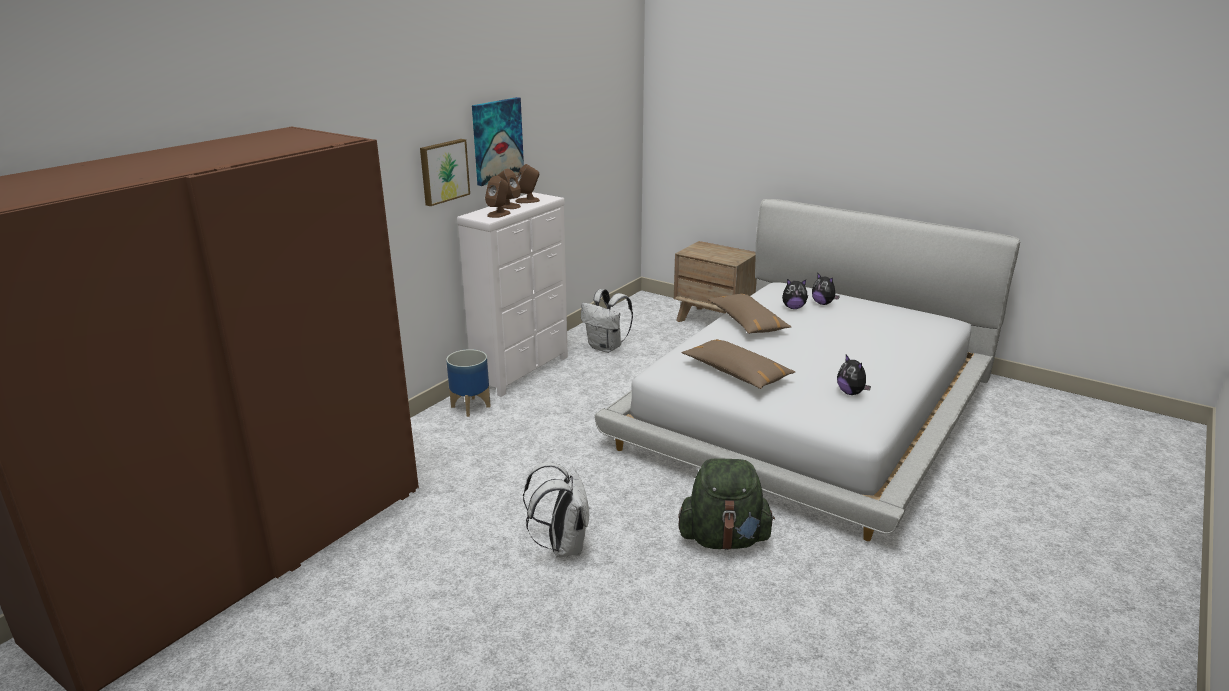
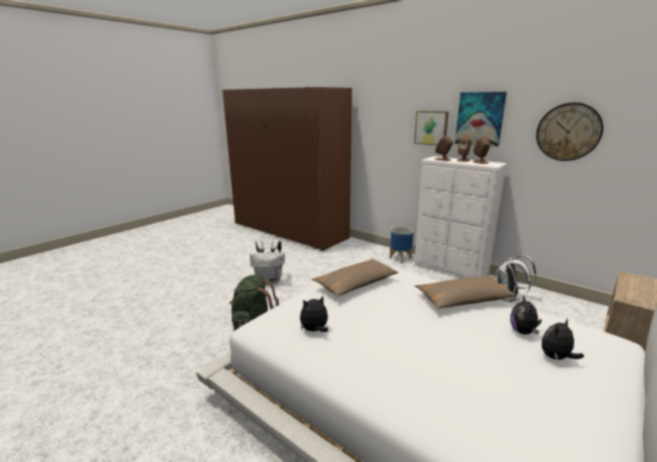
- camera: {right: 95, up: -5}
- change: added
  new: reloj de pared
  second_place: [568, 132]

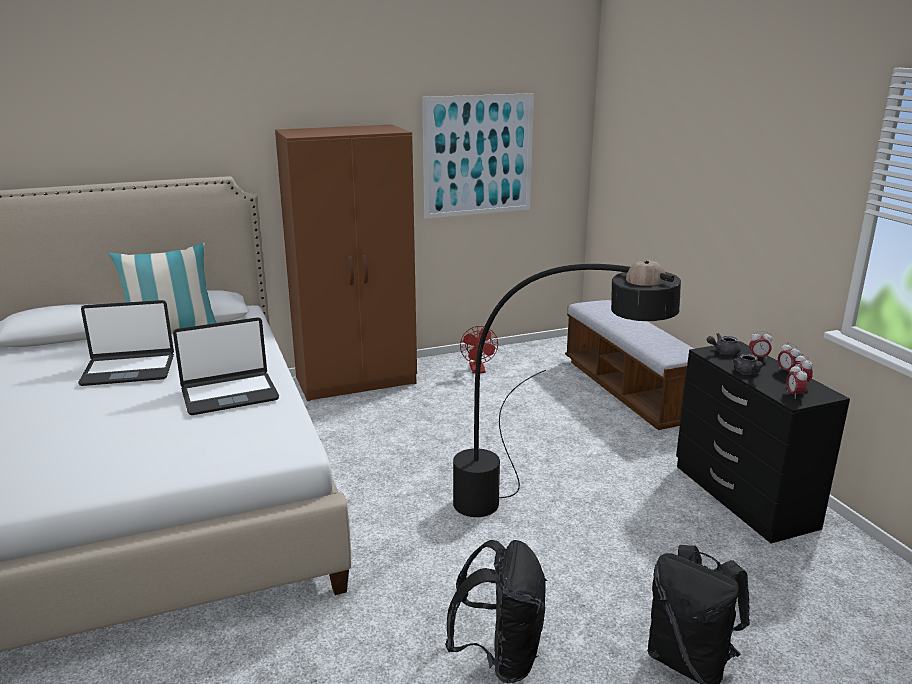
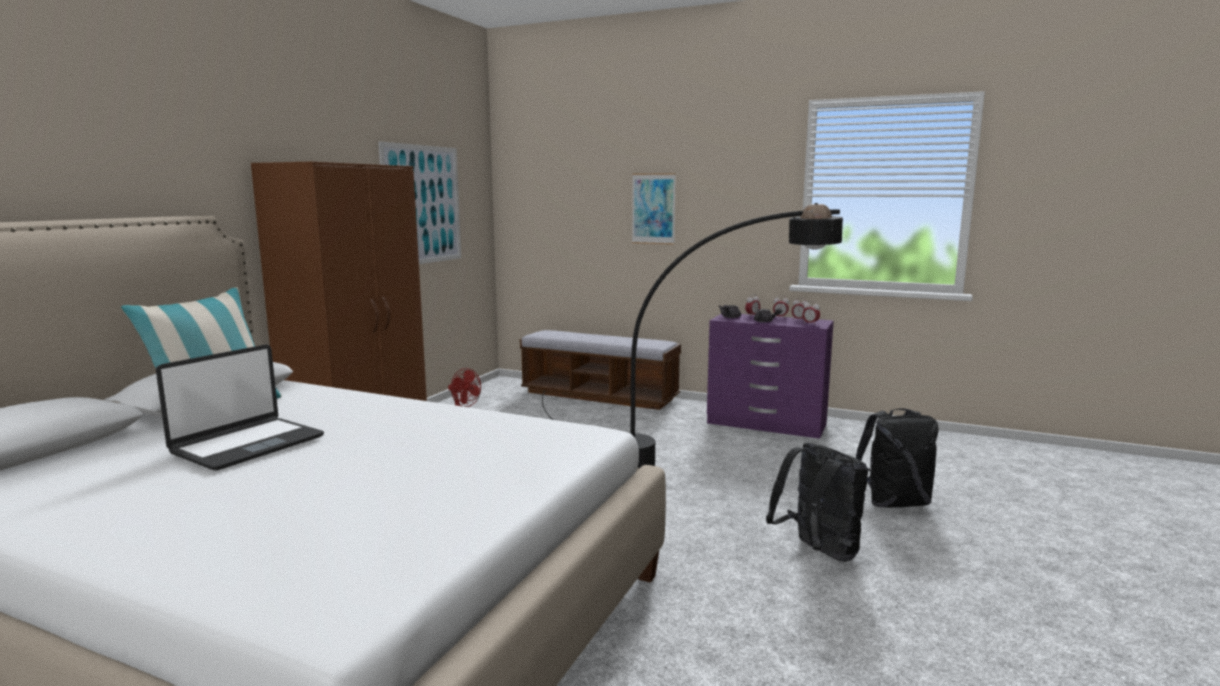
- camera: {right: -45, up: -10}
- change: added
  new: cuadro
  second_place: [653, 208]
- change: recoloured
  old: cómoda [negro]
  new: cómoda [morado]
  first_place: [743, 497]
  second_place: [766, 424]
- change: removed
  old: portátil
  first_place: [229, 394]

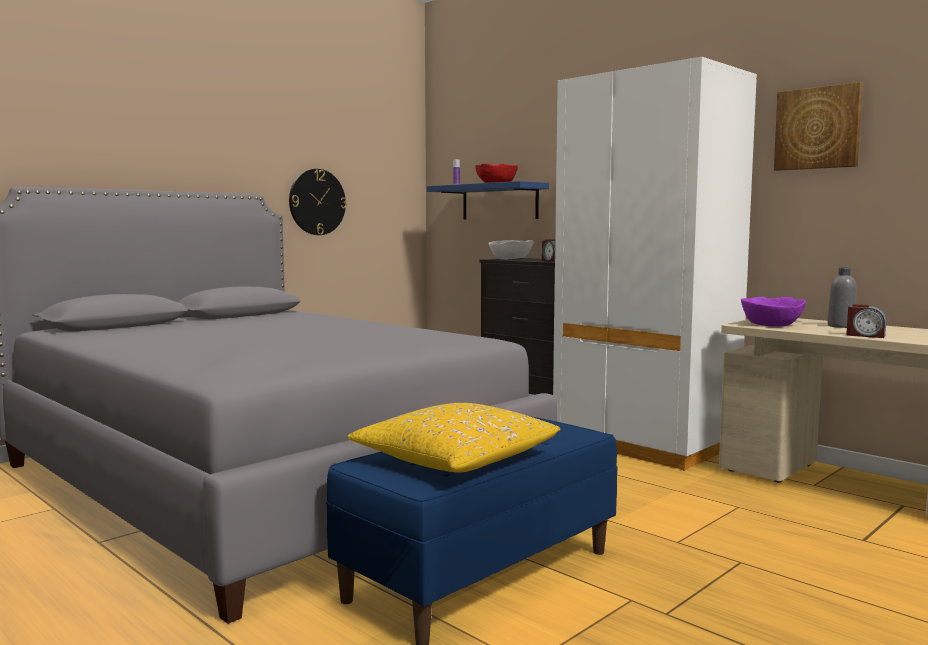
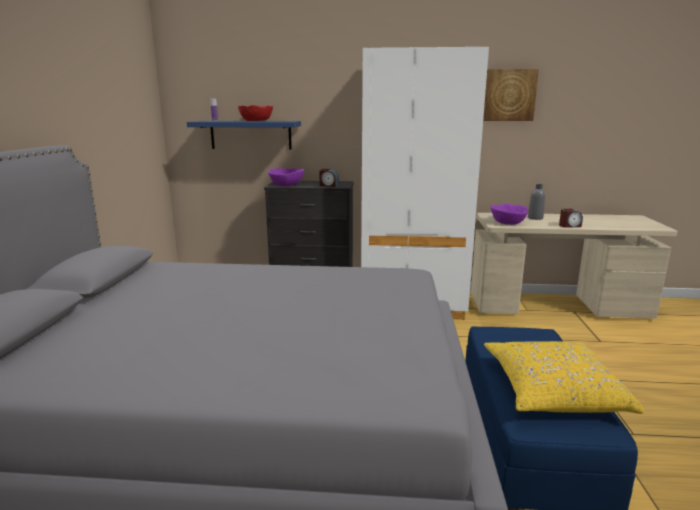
- camera: {right: -40, up: 10}
- change: recoloured
  old: cuenco [blanco]
  new: cuenco [morado]
  first_place: [510, 259]
  second_place: [286, 184]
- change: removed
  old: reloj de pared
  first_place: [317, 202]

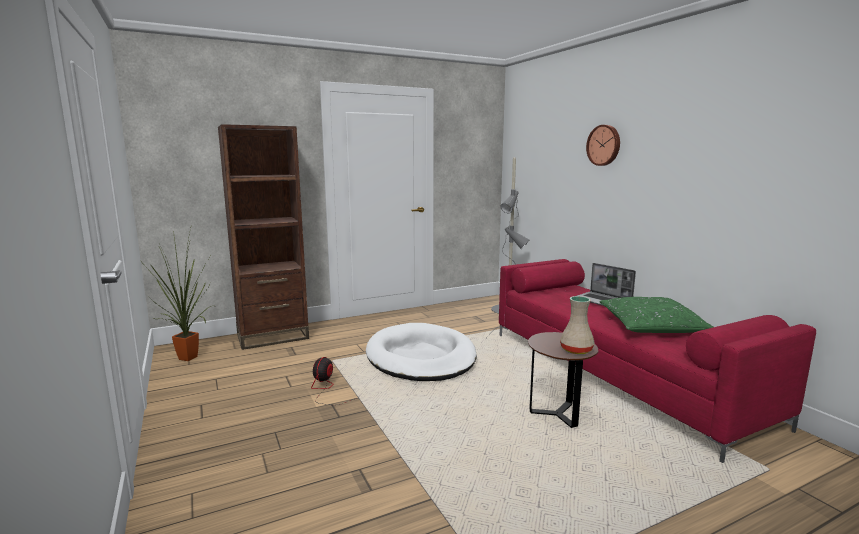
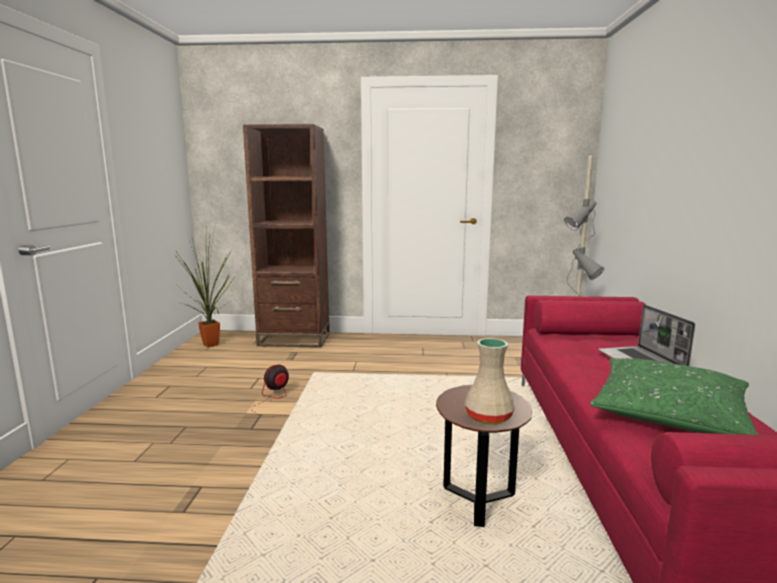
- camera: {right: 30, up: 0}
- change: removed
  old: cama para perro [blanco]
  first_place: [421, 357]
- change: removed
  old: reloj de pared
  first_place: [604, 145]

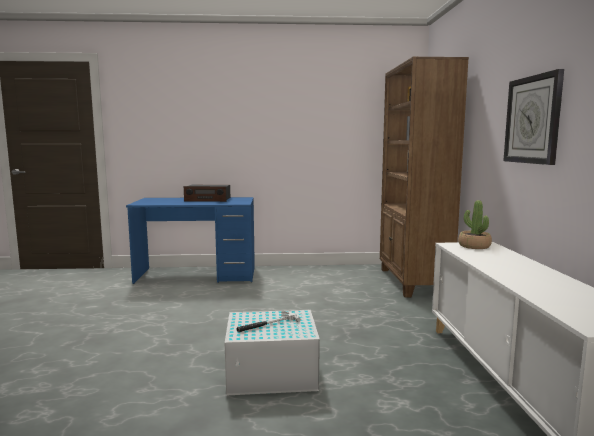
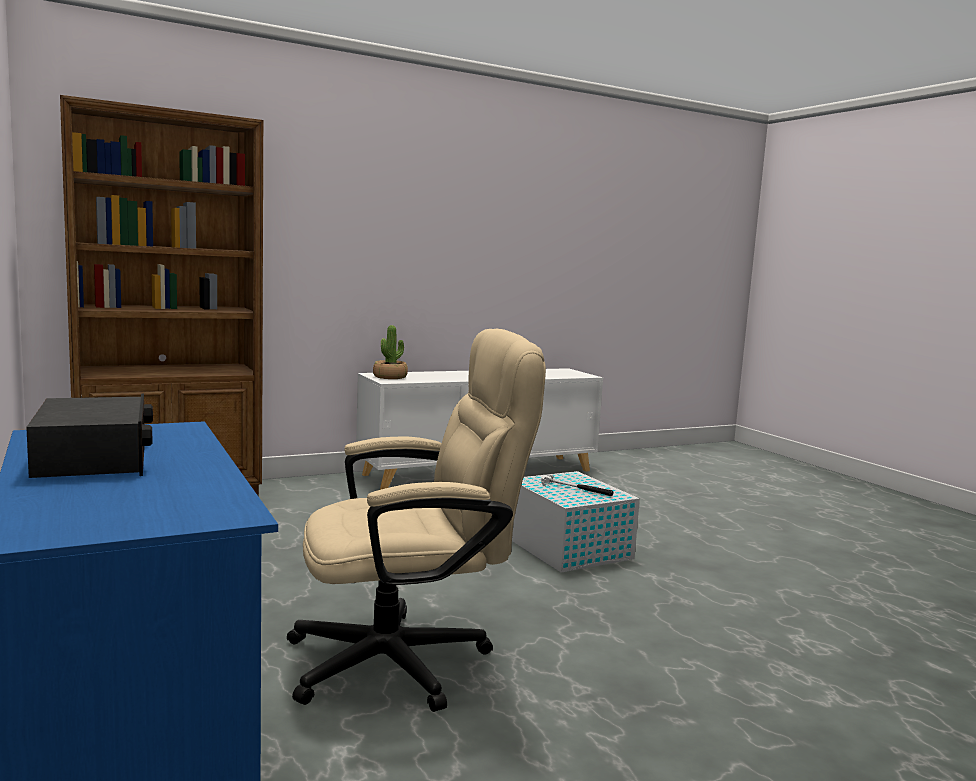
- camera: {right: -115, up: 0}
- change: added
  new: silla de oficina [beis]
  second_place: [409, 660]
- change: removed
  old: reloj de pared
  first_place: [533, 120]

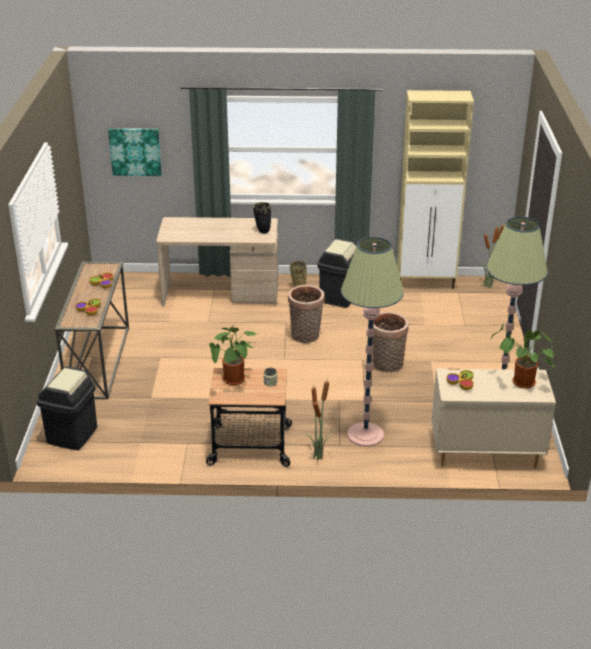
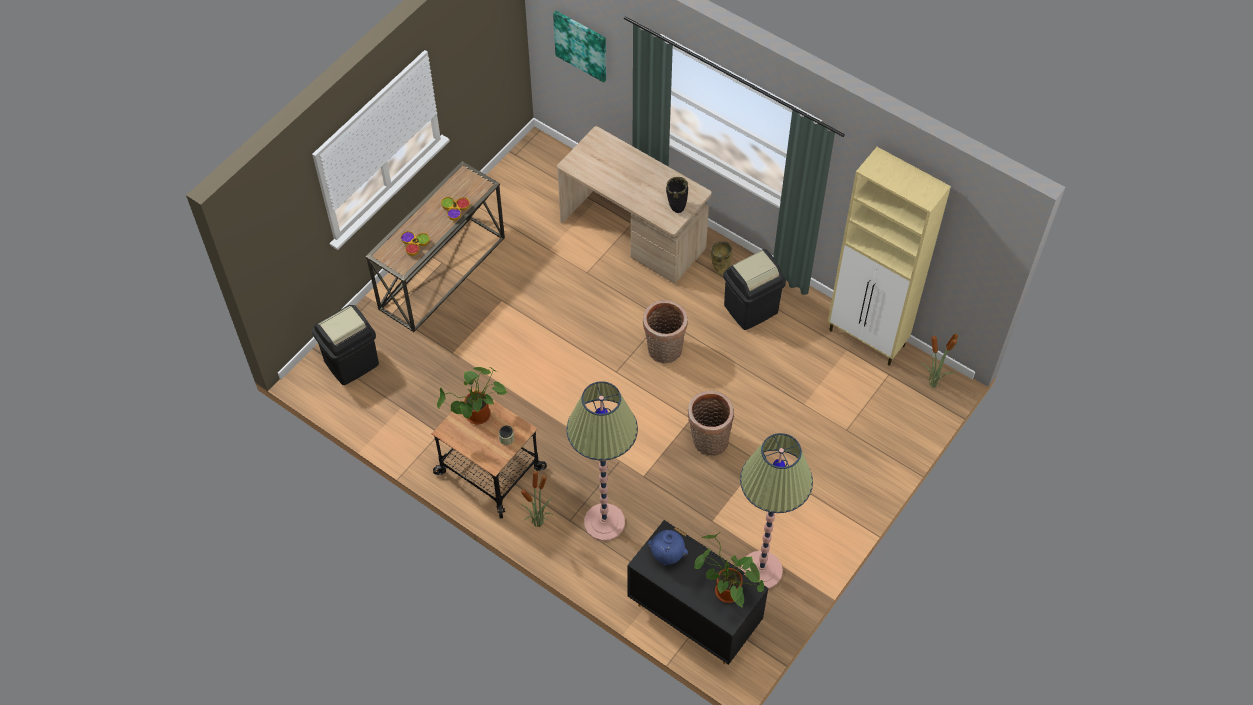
- camera: {right: 35, up: 25}
- change: recoloured
  old: cómoda [beis]
  new: cómoda [negro]
  first_place: [484, 454]
  second_place: [693, 616]
- change: replaced
  old: cuenco
  new: florero [azul]
  first_place: [461, 383]
  second_place: [667, 555]

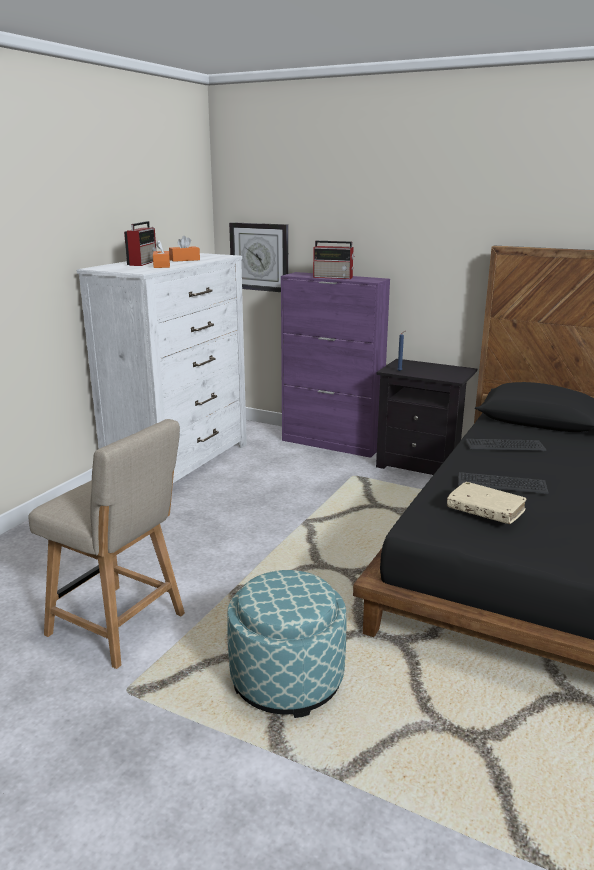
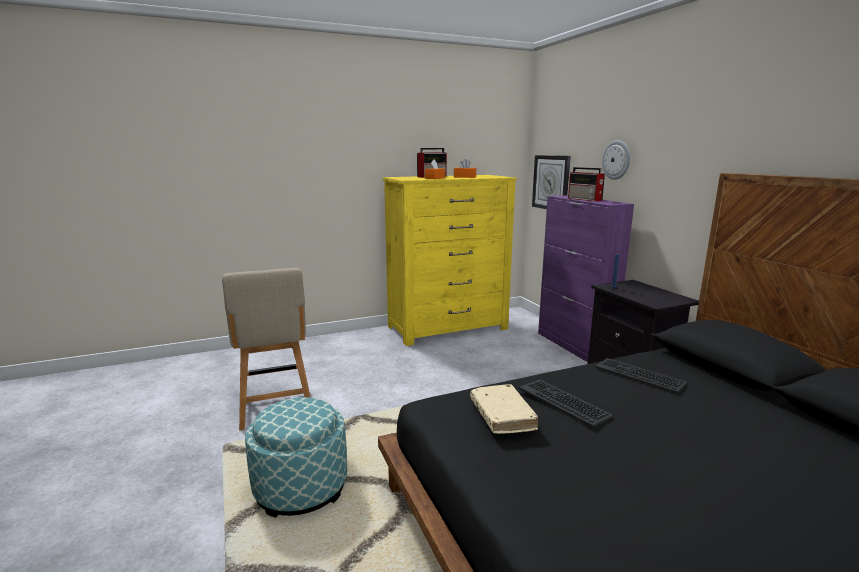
- camera: {right: 40, up: -5}
- change: recoloured
  old: cómoda [blanco]
  new: cómoda [amarillo]
  first_place: [180, 462]
  second_place: [448, 328]
- change: added
  new: reloj de pared
  second_place: [616, 160]

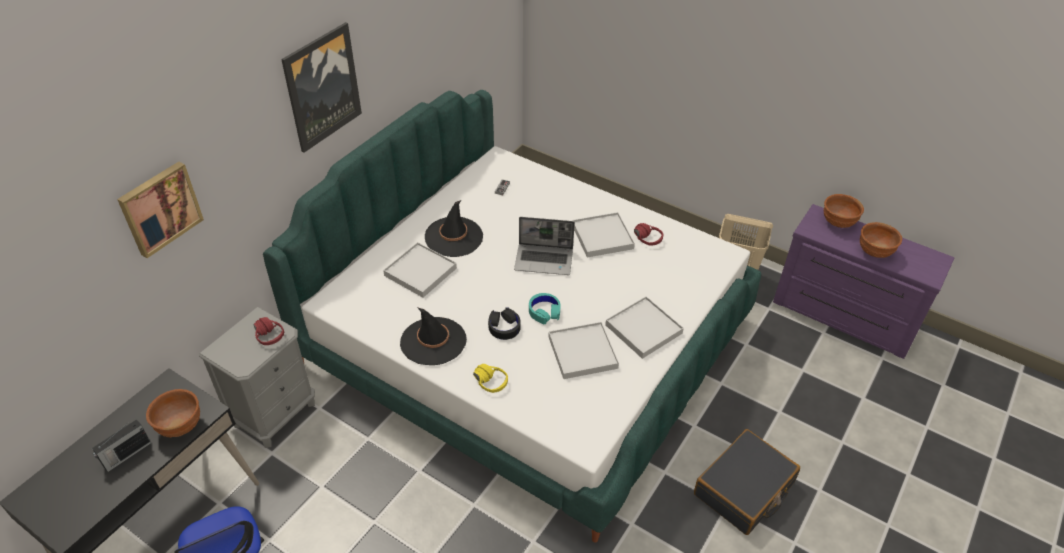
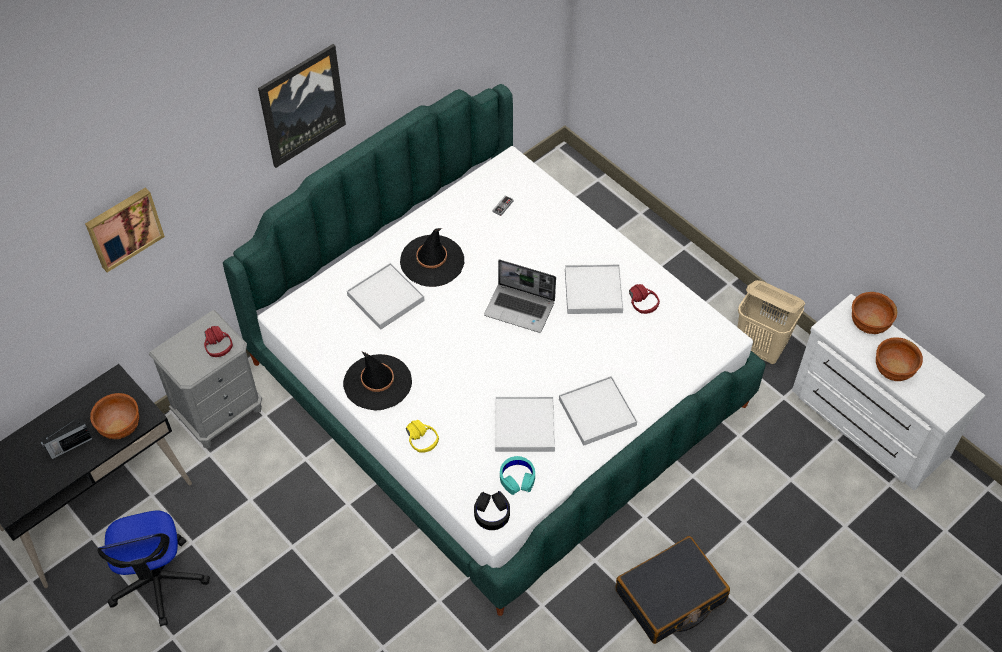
- camera: {right: 15, up: 10}
- change: moved
  old: auriculares [negro]
  first_place: [504, 327]
  second_place: [492, 513]
- change: moved
  old: auriculares [turquesa]
  first_place: [544, 311]
  second_place: [517, 478]
- change: recoloured
  old: cómoda [morado]
  new: cómoda [blanco]
  first_place: [843, 316]
  second_place: [867, 424]

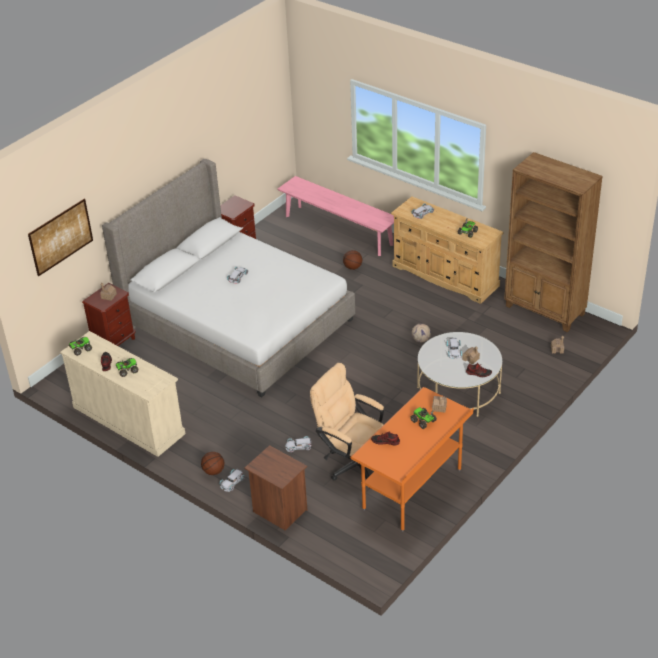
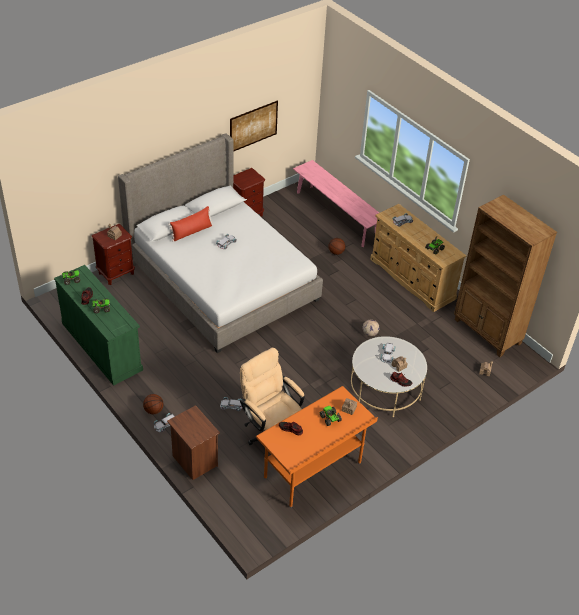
- camera: {right: 10, up: 5}
- change: recoloured
  old: cómoda [beis]
  new: cómoda [verde]
  first_place: [128, 420]
  second_place: [101, 346]
- change: added
  new: cojín [rojo]
  second_place: [192, 232]
- change: moved
  old: cuadro
  first_place: [61, 237]
  second_place: [253, 126]

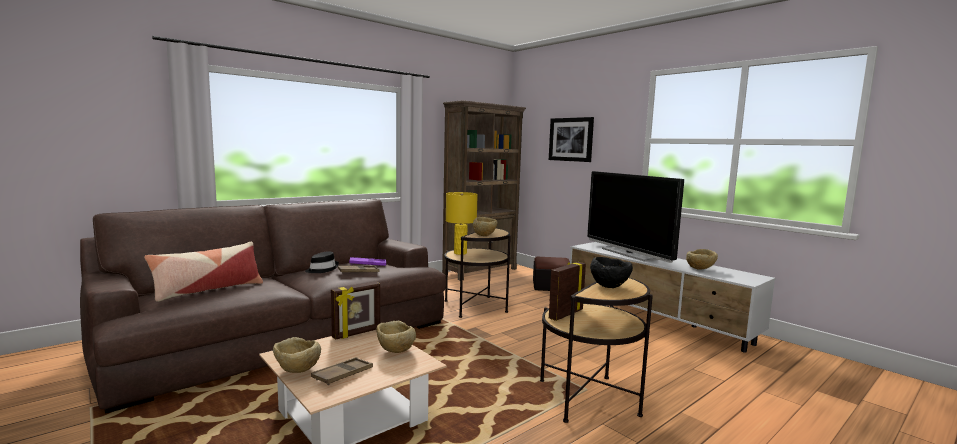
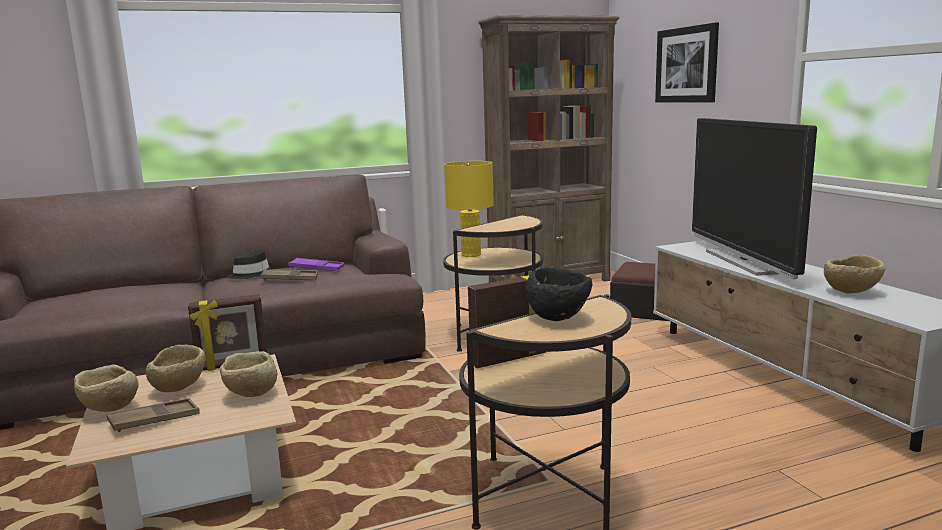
- camera: {right: 20, up: 5}
- change: moved
  old: cuenco [beis]
  first_place: [485, 235]
  second_place: [179, 389]
- change: removed
  old: cojín
  first_place: [208, 290]

